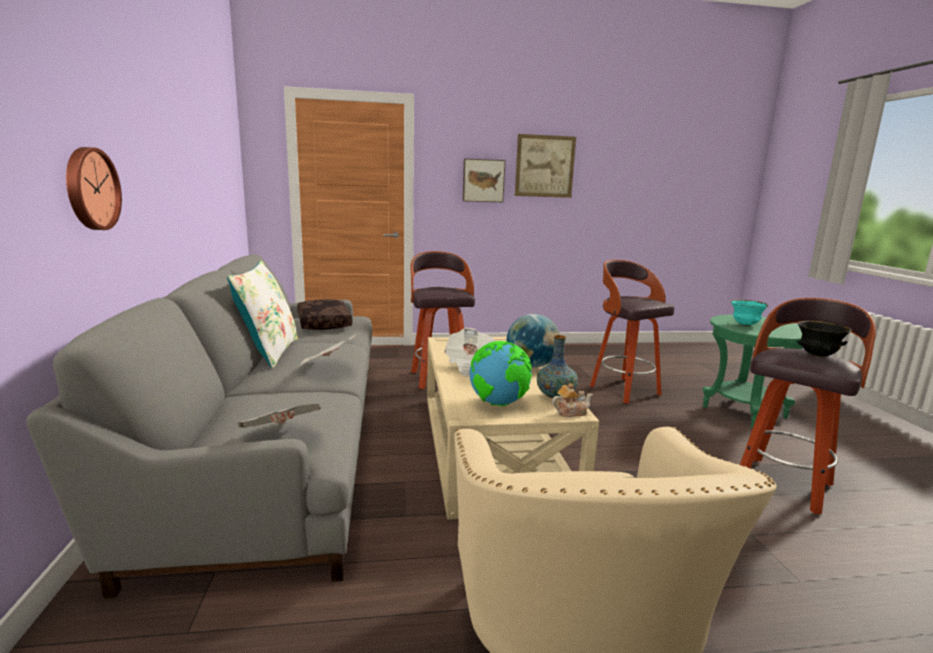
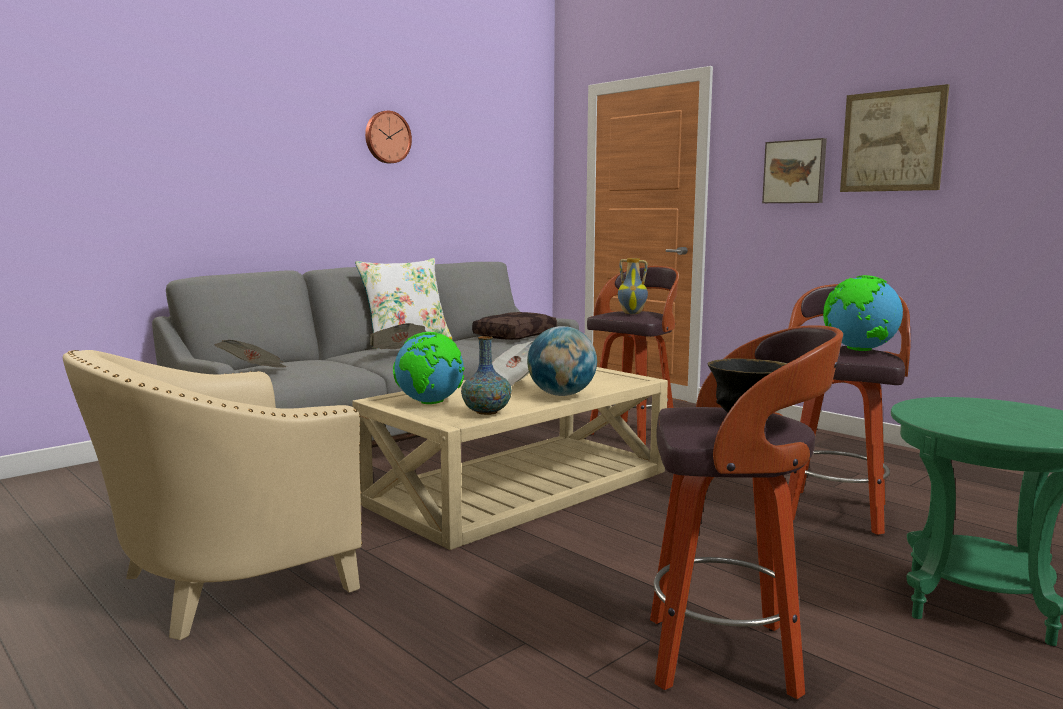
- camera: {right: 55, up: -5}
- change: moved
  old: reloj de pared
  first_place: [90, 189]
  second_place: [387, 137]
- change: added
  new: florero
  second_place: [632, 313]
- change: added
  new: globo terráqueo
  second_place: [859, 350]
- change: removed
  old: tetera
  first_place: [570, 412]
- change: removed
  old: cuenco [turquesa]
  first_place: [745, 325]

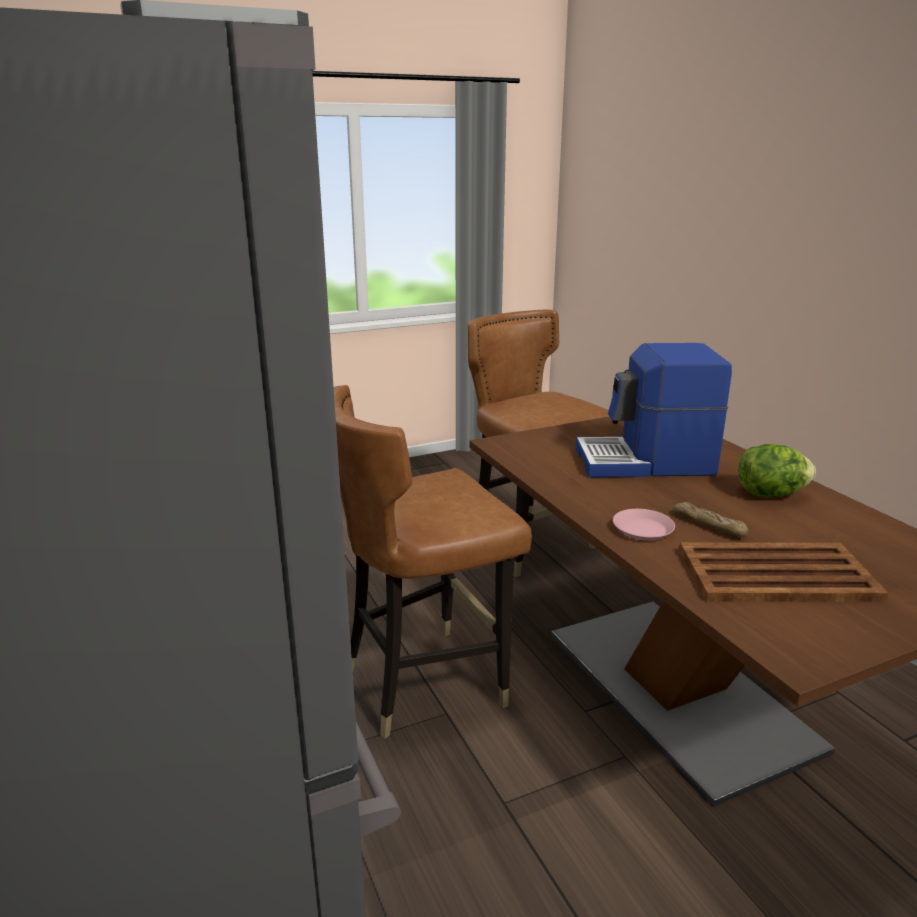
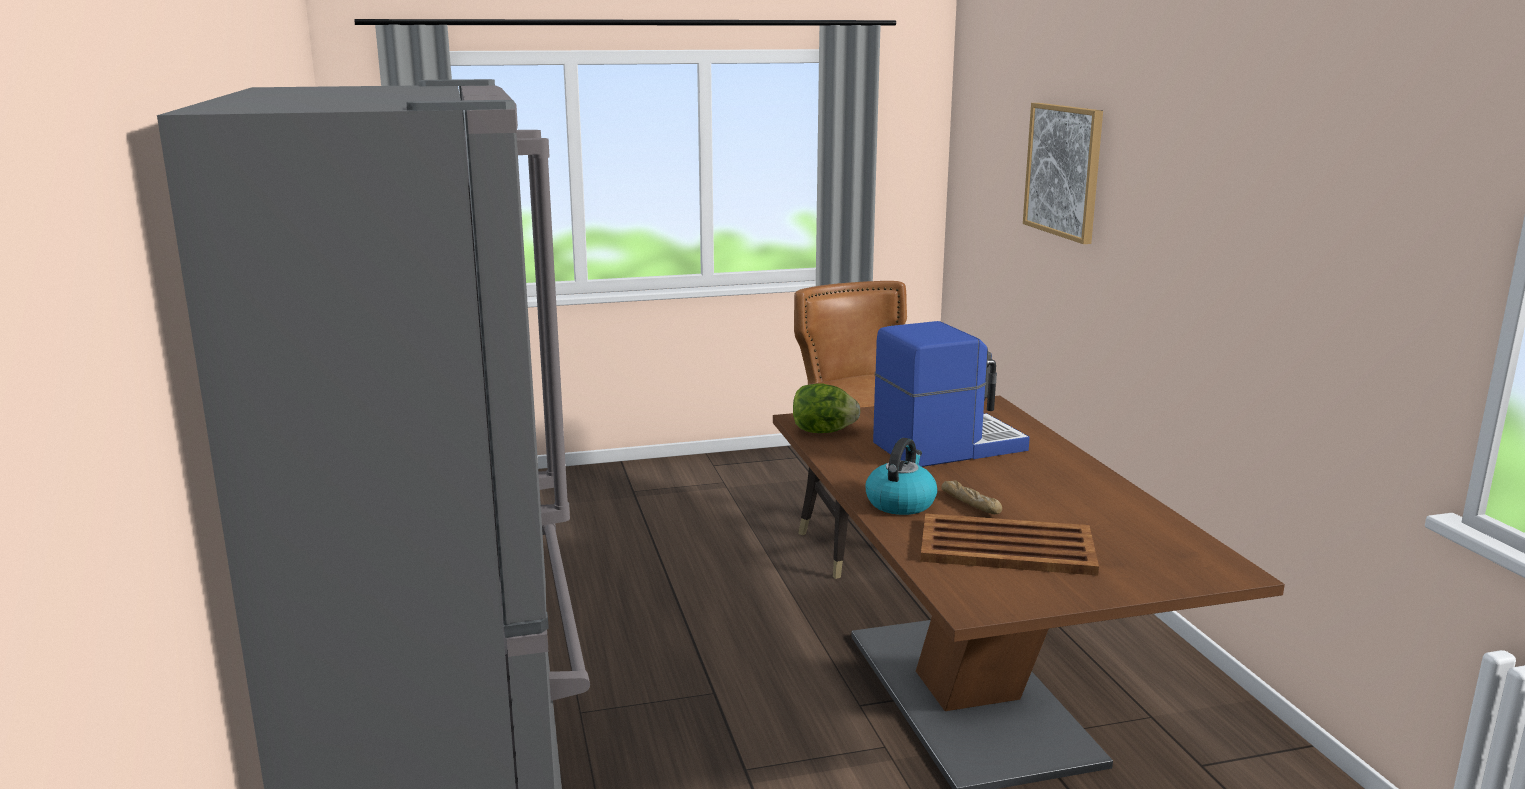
- camera: {right: 10, up: -5}
- change: moved
  old: lechuga
  first_place: [770, 494]
  second_place: [823, 432]
- change: replaced
  old: plato [rosa]
  new: hervidor
  first_place: [642, 529]
  second_place: [900, 503]
- change: turned
  old: cafetera
  first_place: [646, 462]
  second_place: [947, 446]
  degrees: 150
- change: added
  new: cuadro
  second_place: [1064, 170]
- change: removed
  old: silla [marrón]
  first_place: [425, 682]

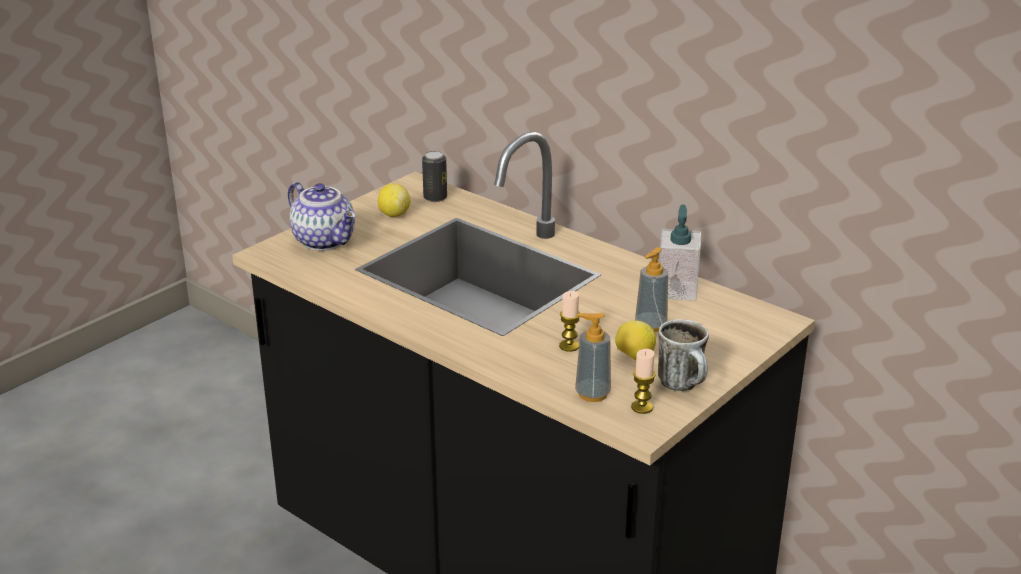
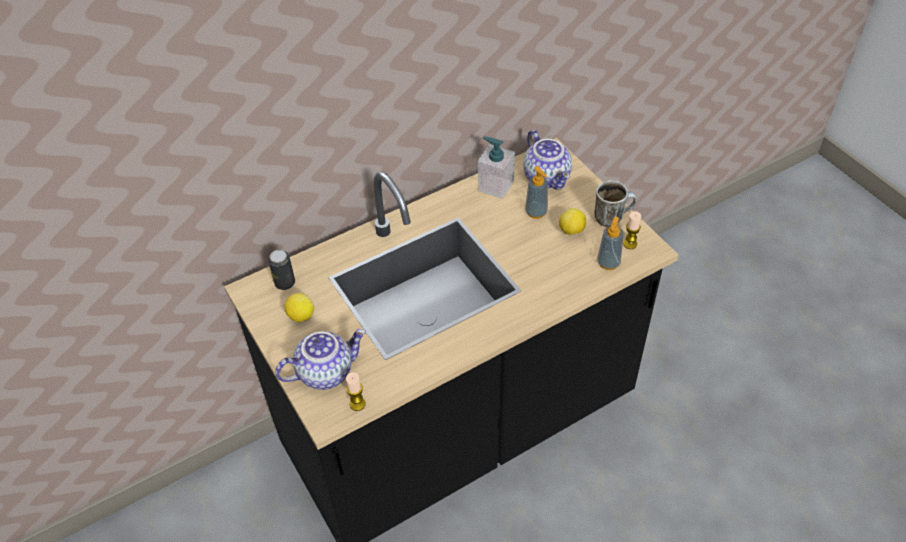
- camera: {right: -70, up: 20}
- change: moved
  old: vela
  first_place: [569, 346]
  second_place: [357, 404]
- change: added
  new: tetera
  second_place: [548, 177]

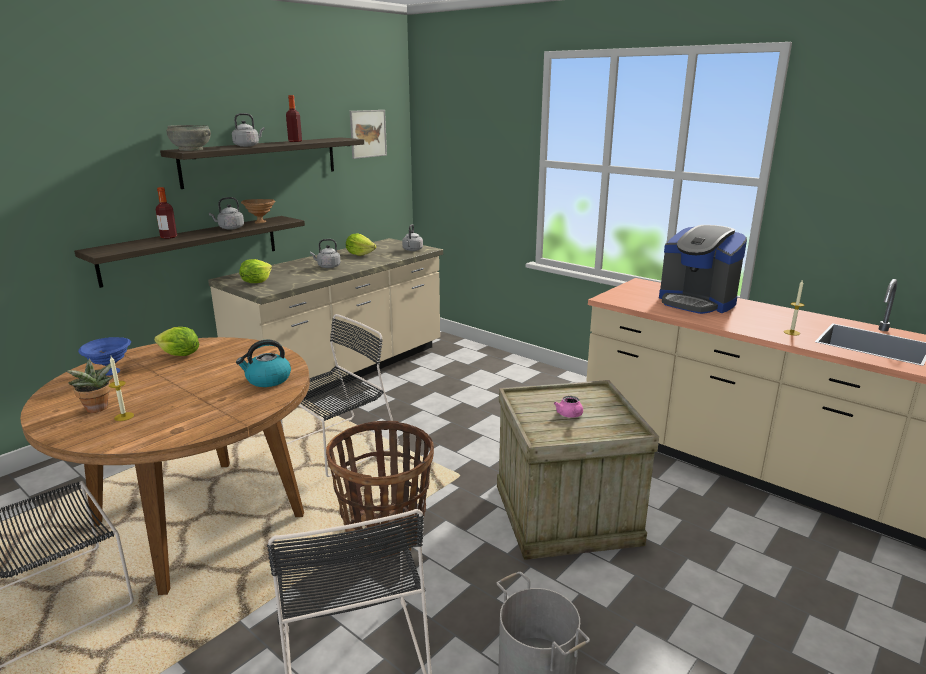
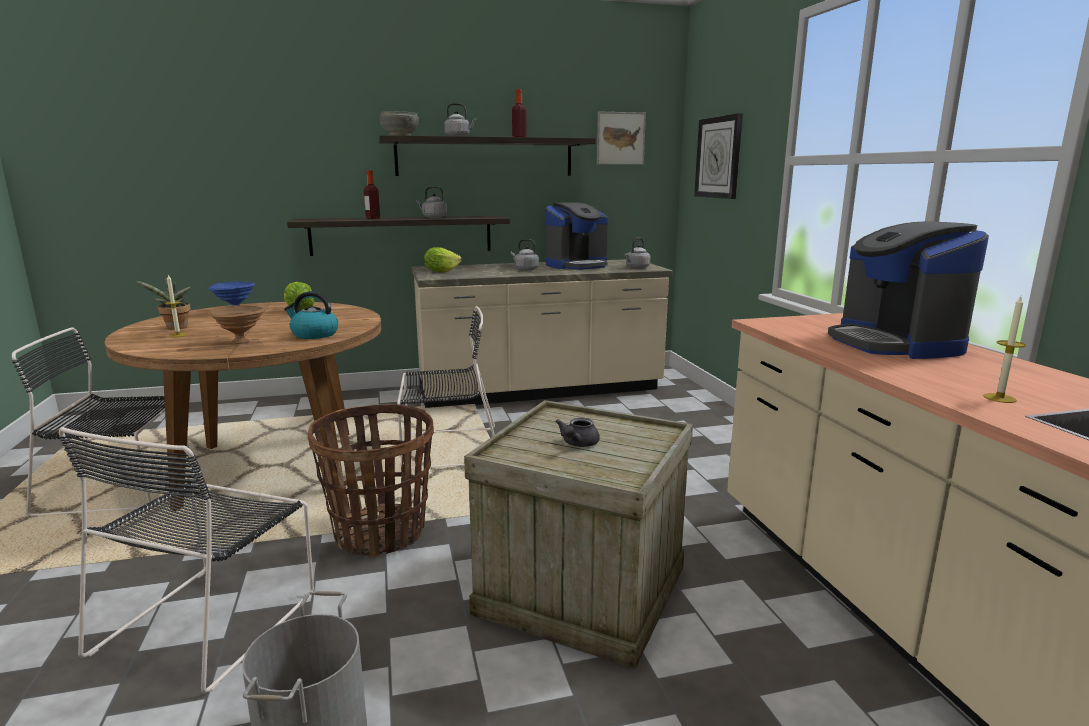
- camera: {right: 35, up: -5}
- change: moved
  old: cuenco [marrón]
  first_place: [260, 222]
  second_place: [241, 342]
- change: replaced
  old: lechuga
  new: cafetera
  first_place: [360, 254]
  second_place: [577, 265]
- change: recoloured
  old: tetera [rosa]
  new: tetera [gris]
  first_place: [570, 415]
  second_place: [577, 444]
- change: added
  new: reloj de pared
  second_place: [718, 157]

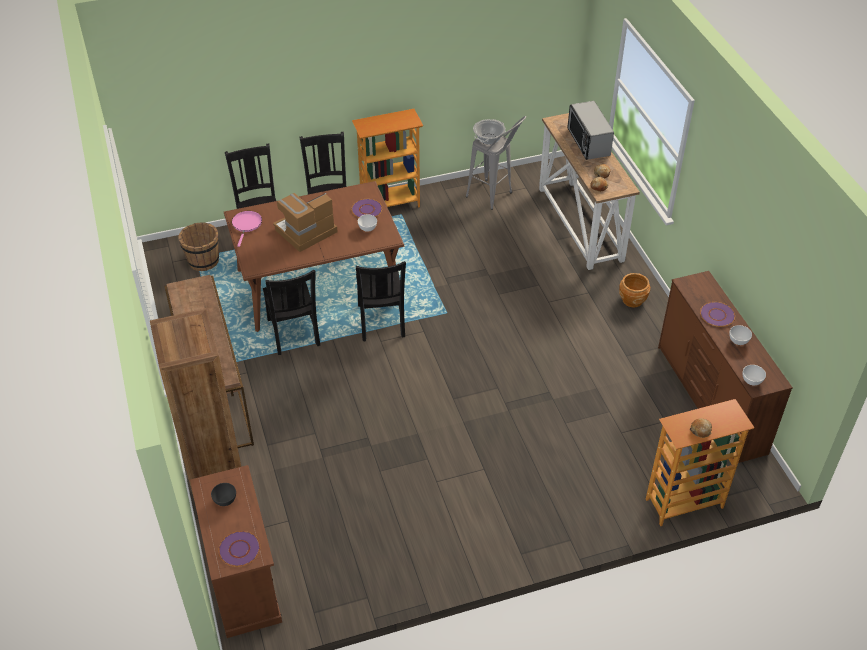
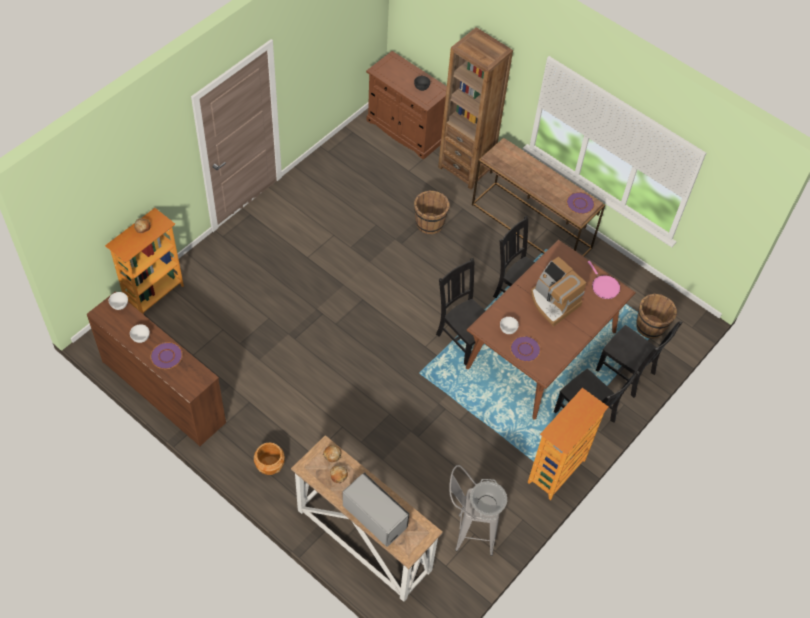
- camera: {right: 145, up: 10}
- change: added
  new: cubo [marrón]
  second_place: [429, 223]
- change: turned
  old: cafetera
  first_place: [305, 232]
  second_place: [553, 302]
  degrees: 120
- change: moved
  old: plato [morado]
  first_place: [239, 549]
  second_place: [580, 203]

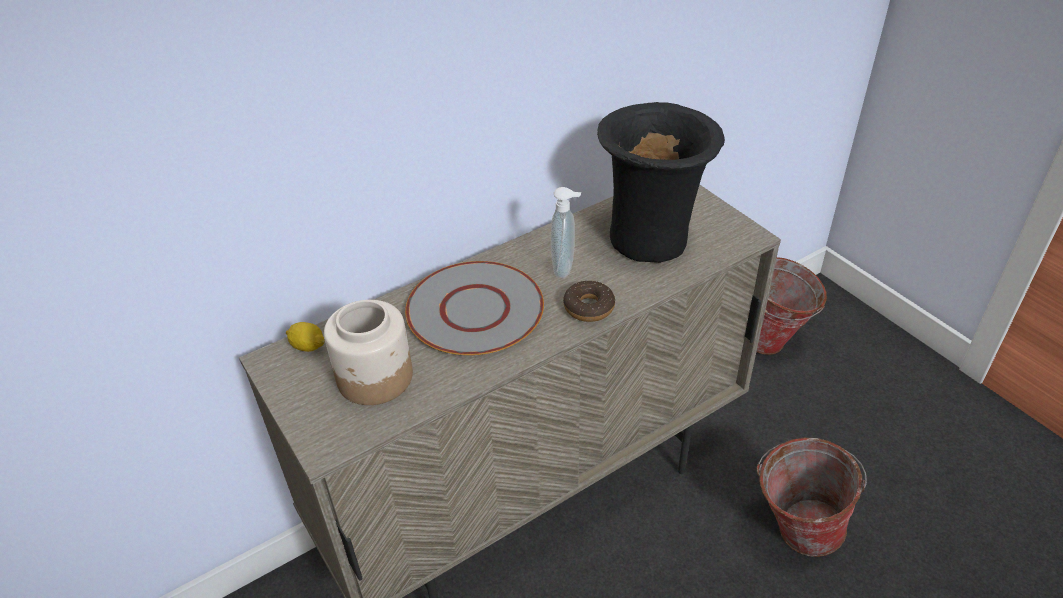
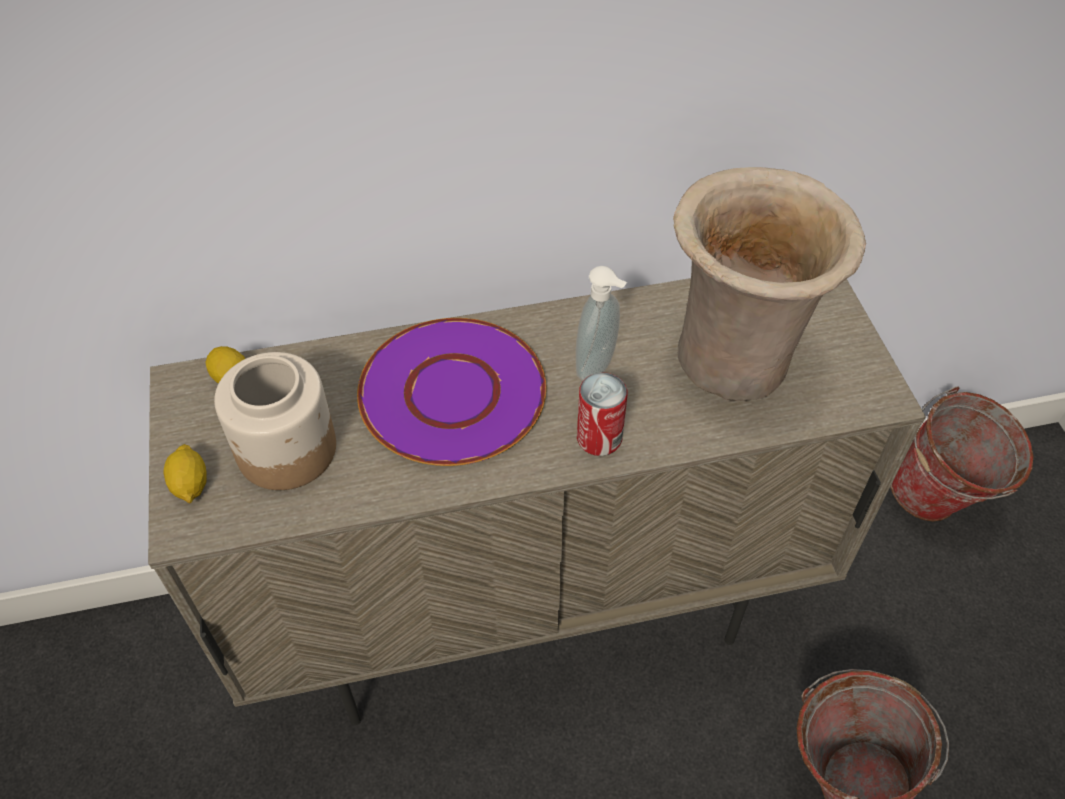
- camera: {right: 20, up: 10}
- change: added
  new: limón
  second_place: [190, 484]
- change: recoloured
  old: plato [gris]
  new: plato [morado]
  first_place: [476, 310]
  second_place: [454, 393]
- change: replaced
  old: rosquilla
  new: lata
  first_place: [589, 307]
  second_place: [599, 438]
- change: recoloured
  old: florero [negro]
  new: florero [beis]
  first_place: [651, 239]
  second_place: [737, 358]

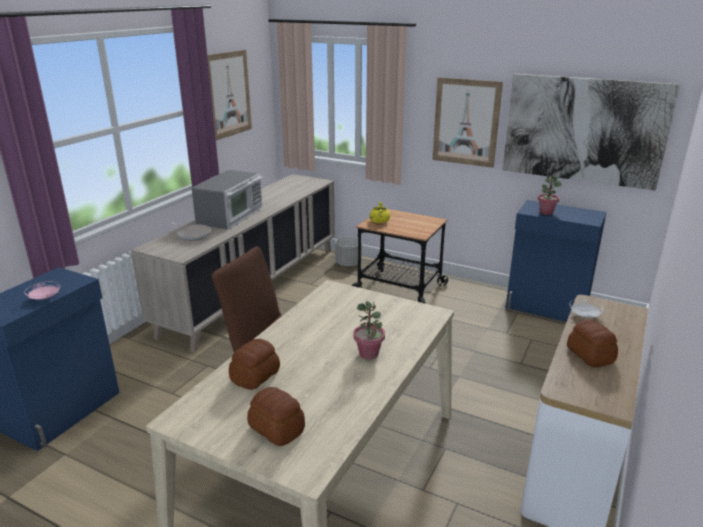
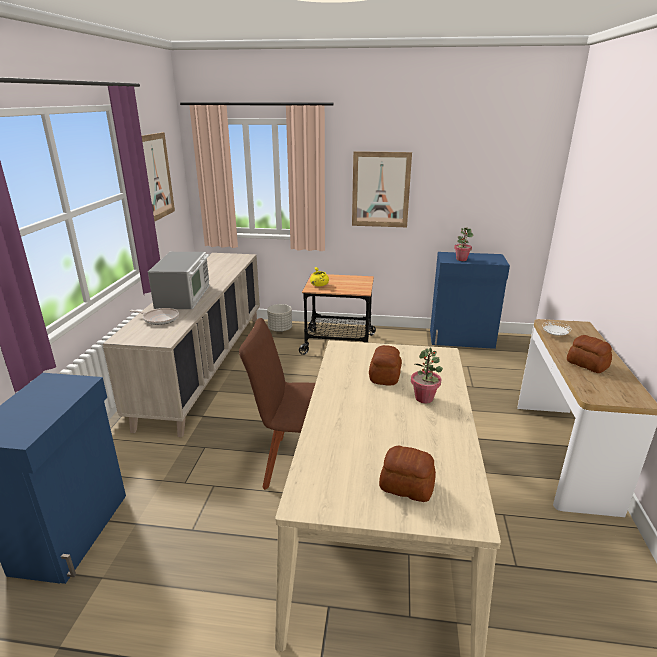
- camera: {right: -20, up: 0}
- change: moved
  old: pan
  first_place: [256, 376]
  second_place: [385, 376]
- change: removed
  old: plato [rosa]
  first_place: [45, 298]
- change: removed
  old: cuadro
  first_place: [583, 130]

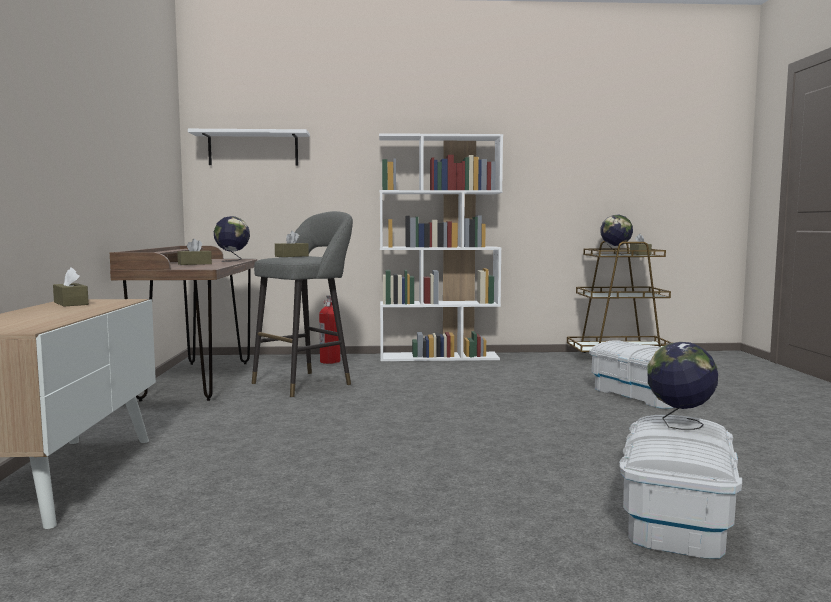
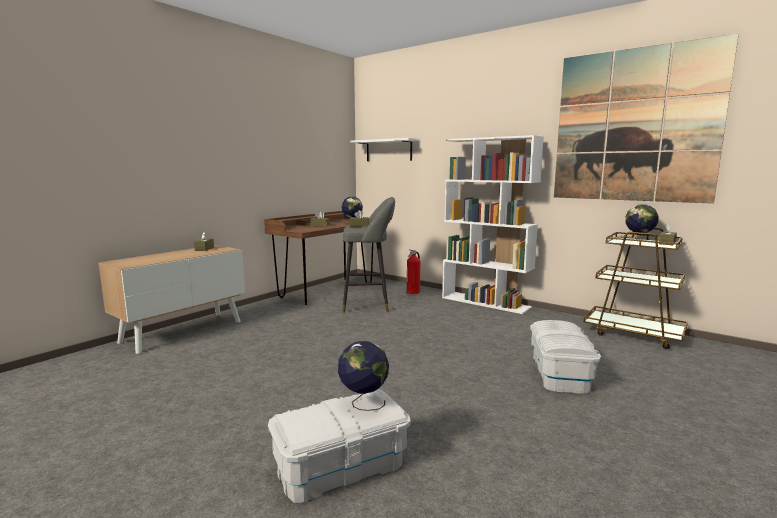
- camera: {right: 40, up: 5}
- change: added
  new: cuadro
  second_place: [634, 126]

